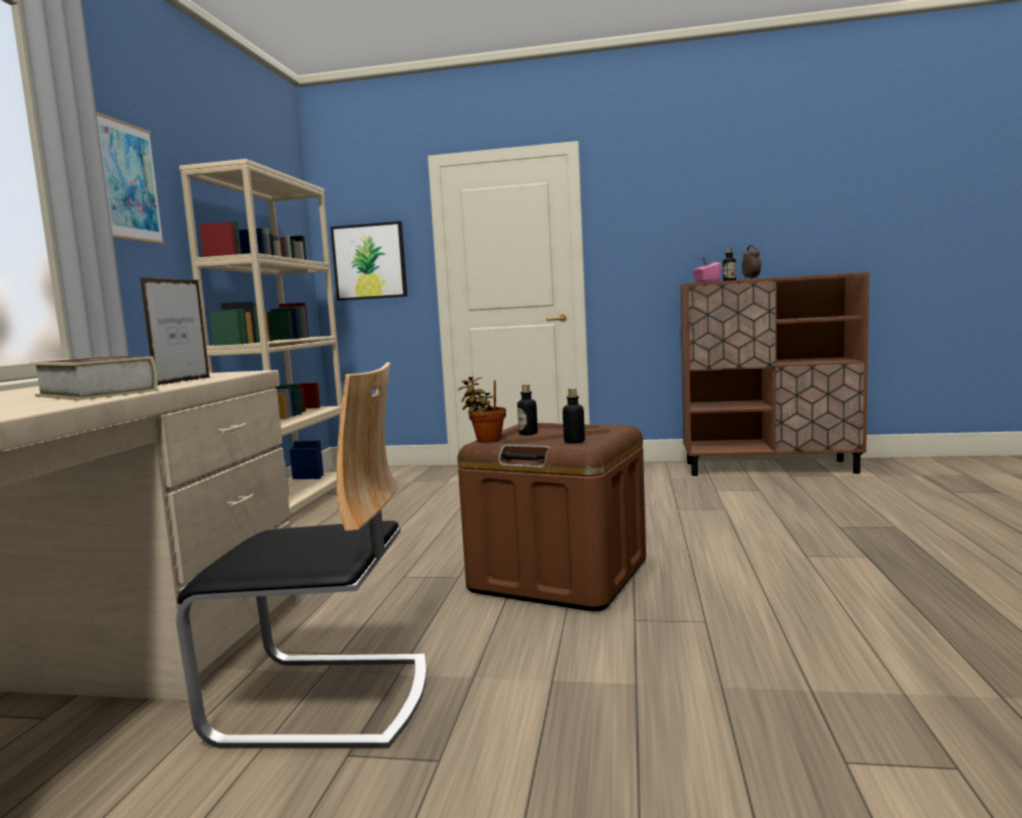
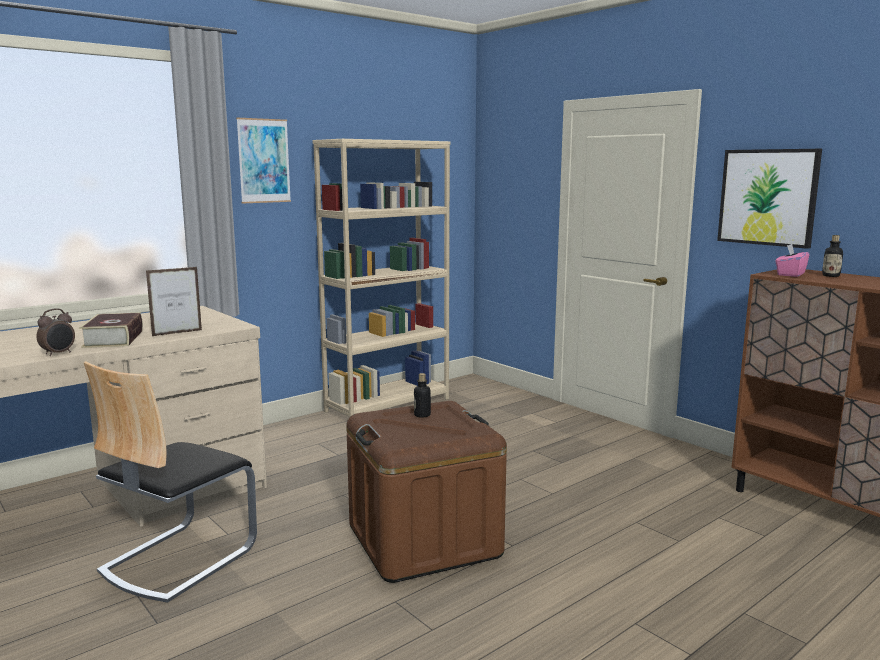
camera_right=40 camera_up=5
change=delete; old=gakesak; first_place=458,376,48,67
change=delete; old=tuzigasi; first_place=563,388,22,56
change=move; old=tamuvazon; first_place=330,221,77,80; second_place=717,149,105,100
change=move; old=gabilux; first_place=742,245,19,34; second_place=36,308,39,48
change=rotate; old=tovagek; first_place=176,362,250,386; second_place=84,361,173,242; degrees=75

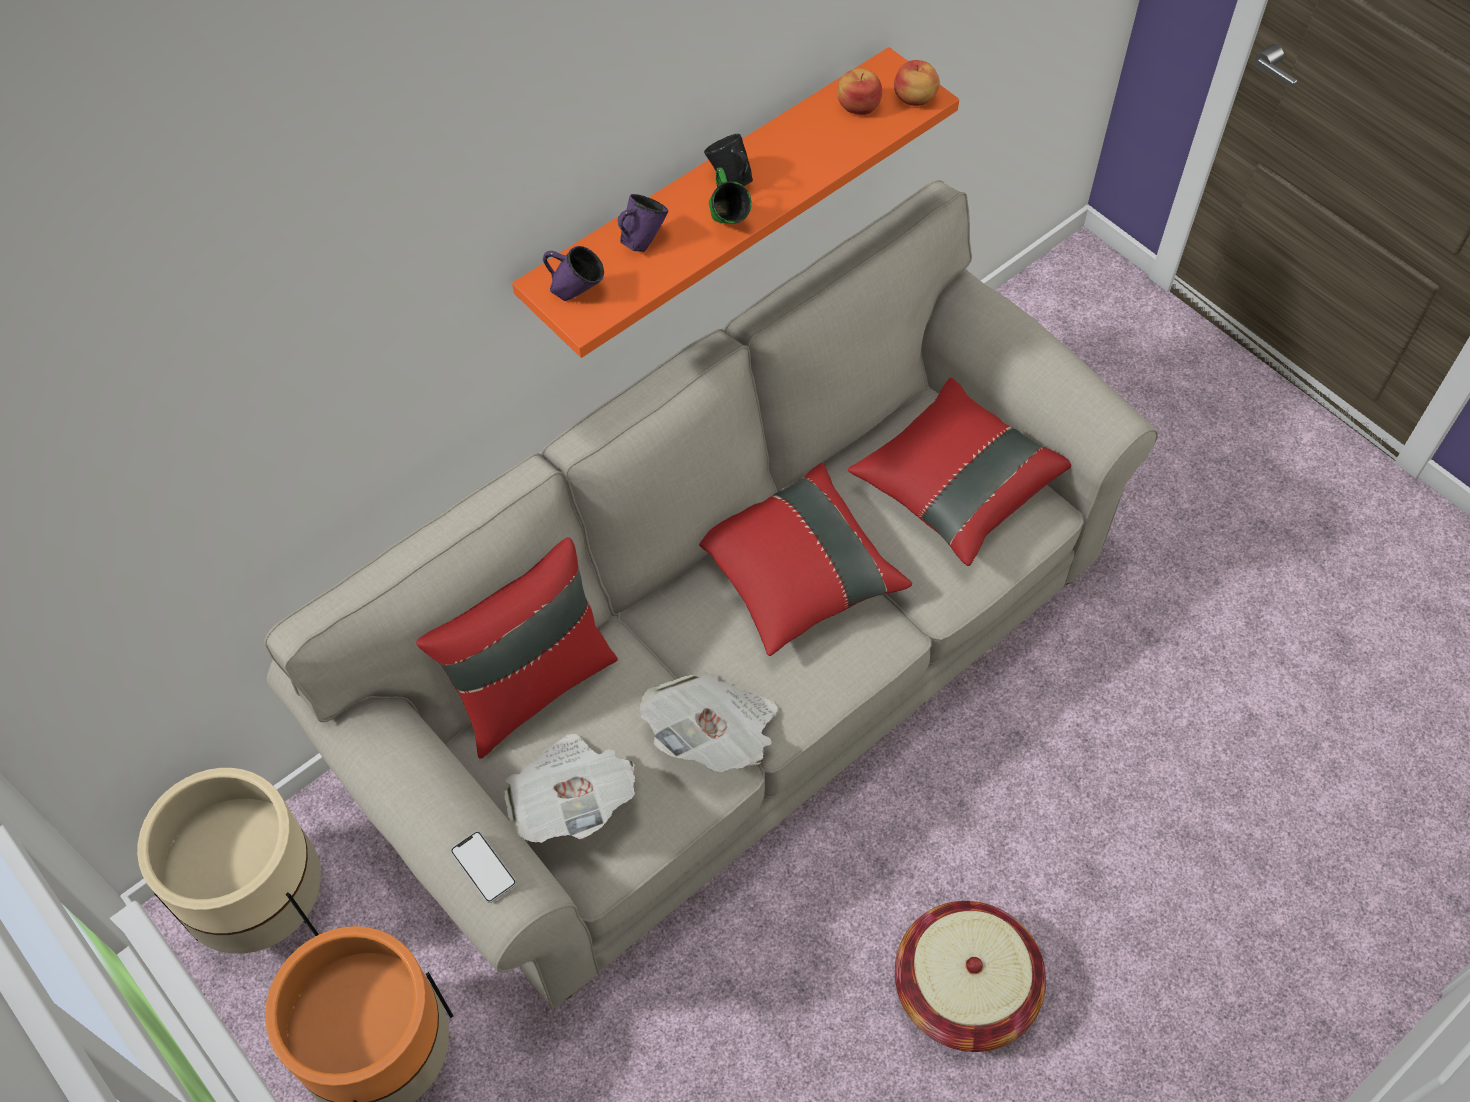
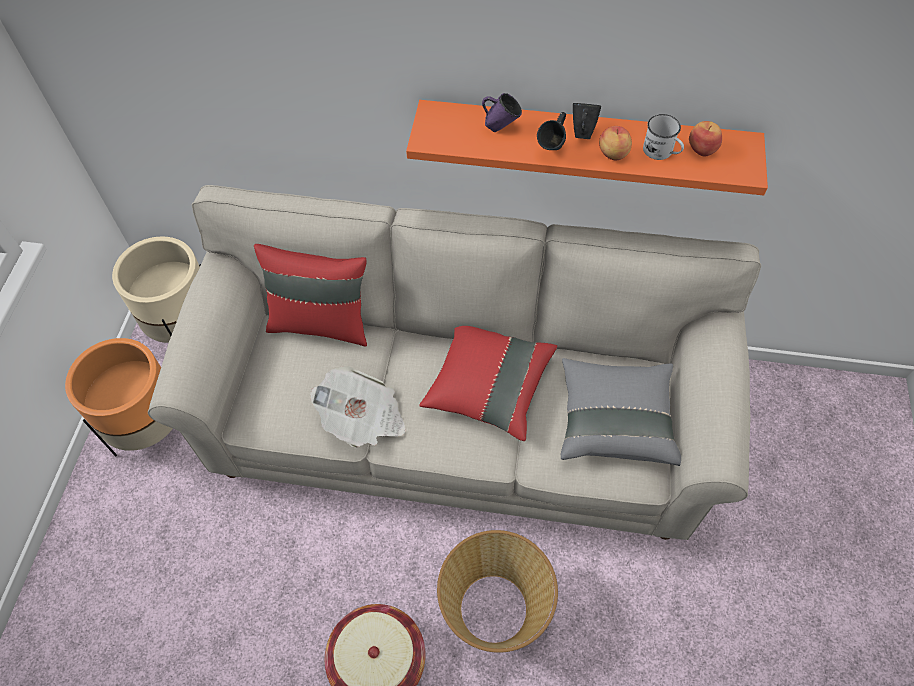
camera_right=50 camera_up=0
change=delete; old=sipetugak; first_place=451,831,65,72
change=delete; old=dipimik; first_place=505,734,130,109
change=delete; old=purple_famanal; first_place=543,246,61,55
change=insert; new=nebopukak; second_place=437,530,121,123
change=insert; new=white_famanal; second_place=643,114,41,46
change=move; old=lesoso; first_place=894,60,46,46; second_place=599,126,33,34
change=recolor; old=green_famanal; new=black_famanal; first_place=709,167,43,57; second_place=537,112,29,38
change=recolor; old=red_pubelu; new=grey_pubelu; first_place=848,378,223,188; second_place=561,358,120,108

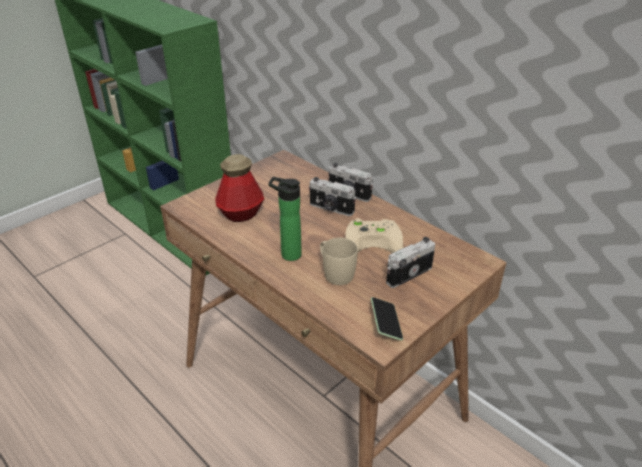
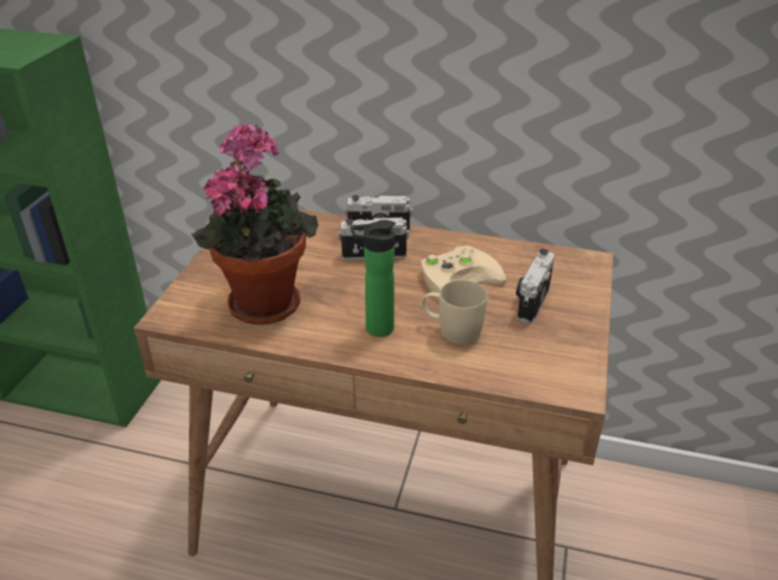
camera_right=-30 camera_up=0
change=delete; old=sipetugak; first_place=371,297,32,43
change=replace; old=tuzigasi; new=gakesak; first_place=215,154,49,68; second_place=192,123,126,202

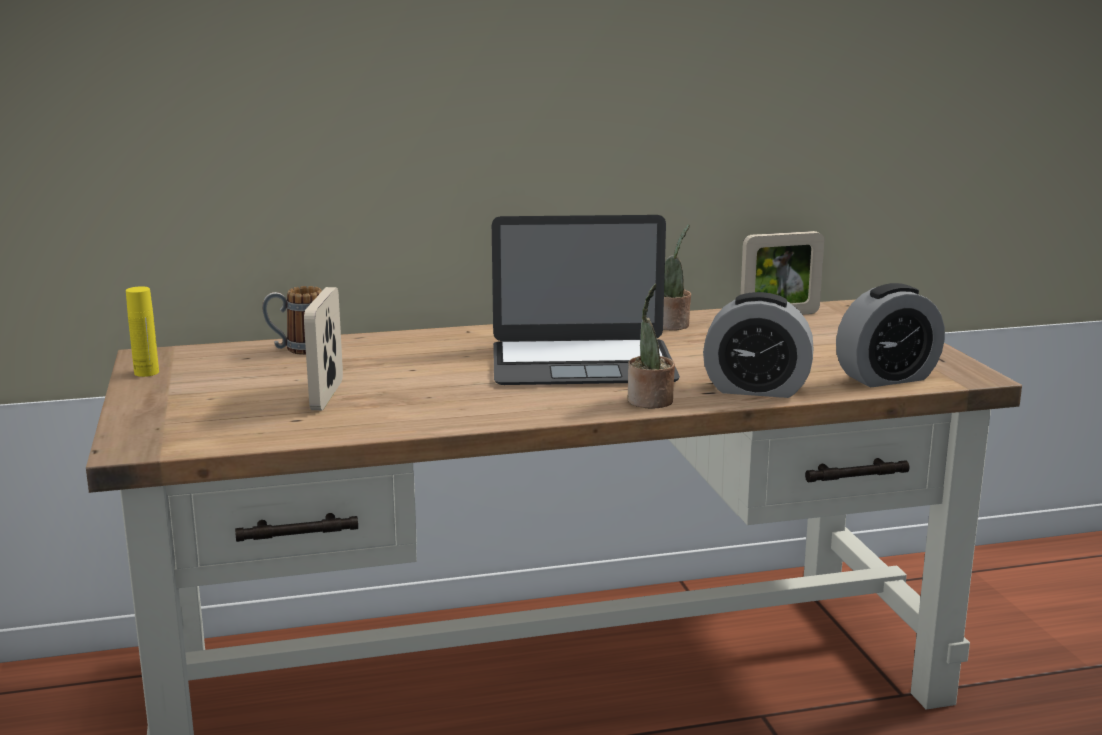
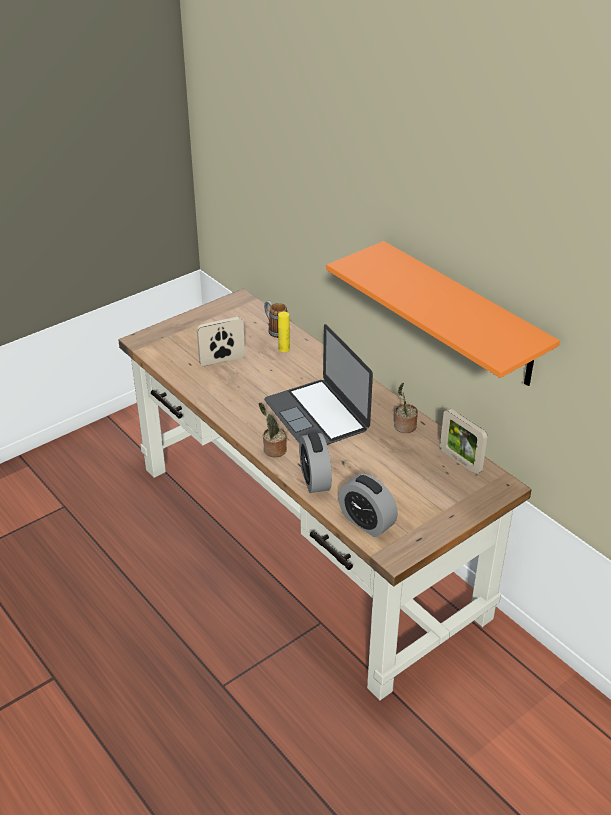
camera_right=65 camera_up=20
change=insert; new=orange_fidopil; second_place=326,241,234,145
change=move; old=yellow_tuzigasi; first_place=126,286,33,91; second_place=278,312,12,40

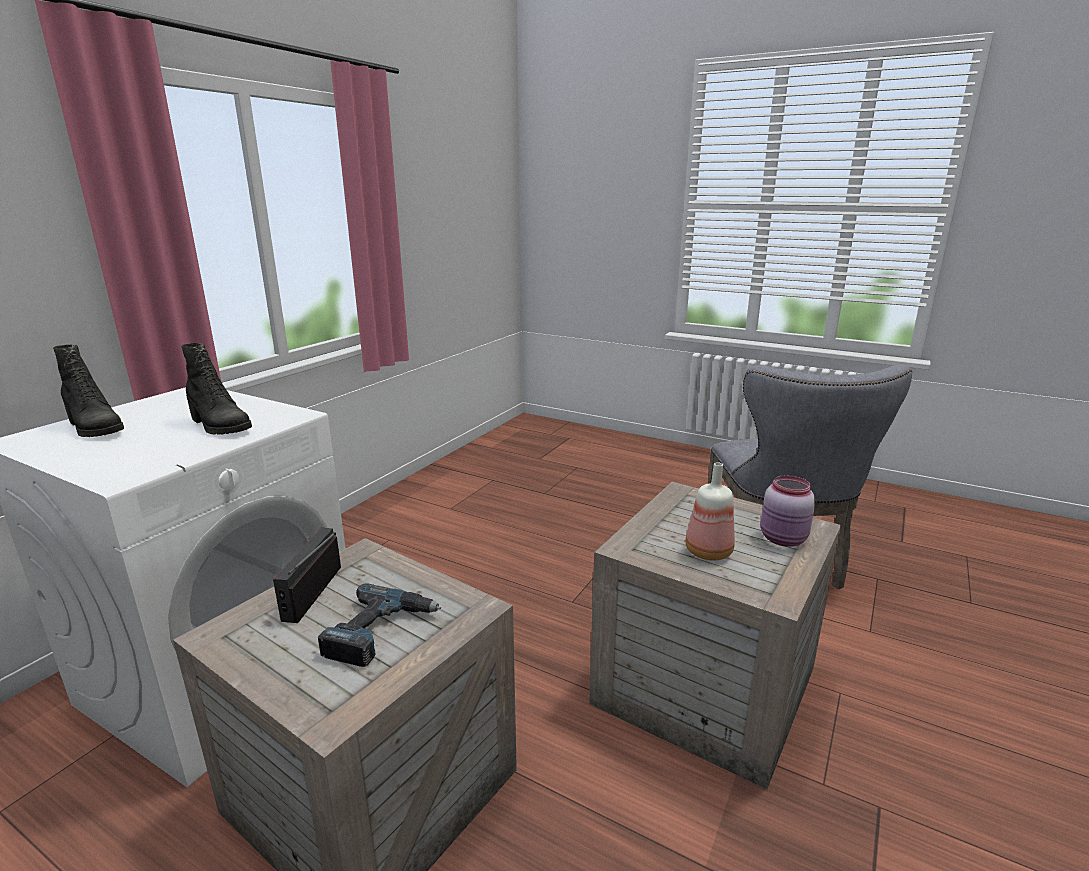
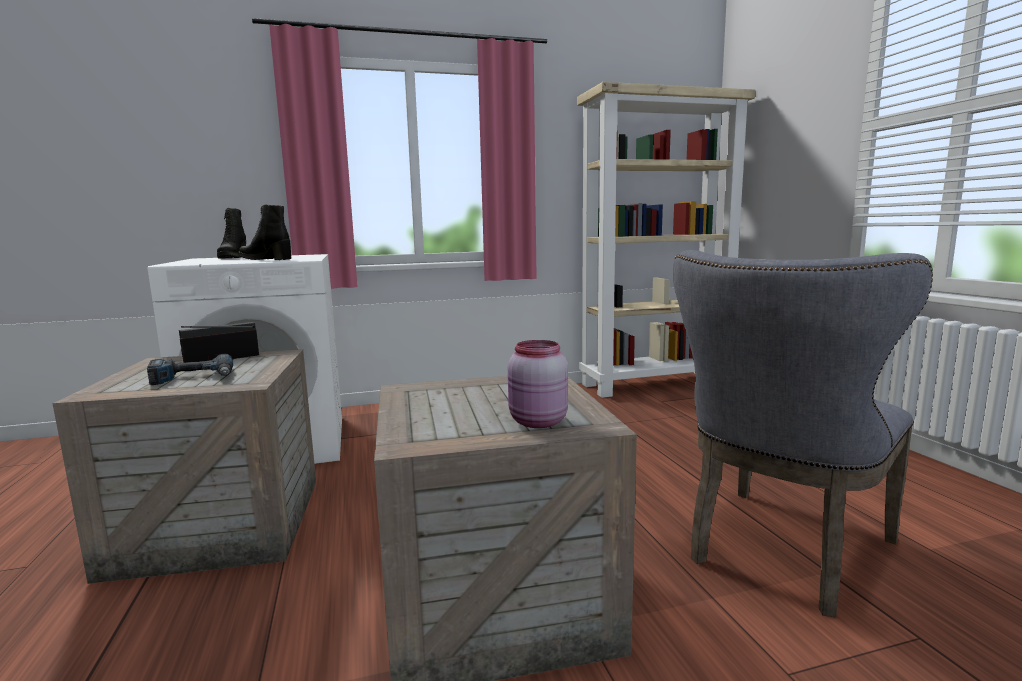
camera_right=45 camera_up=-10
change=delete; old=tuzigasi; first_place=685,462,50,98
change=insert; new=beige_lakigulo; second_place=577,82,178,316
change=rotate; old=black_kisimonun; first_place=181,343,71,92; second_place=239,204,52,56; degrees=120

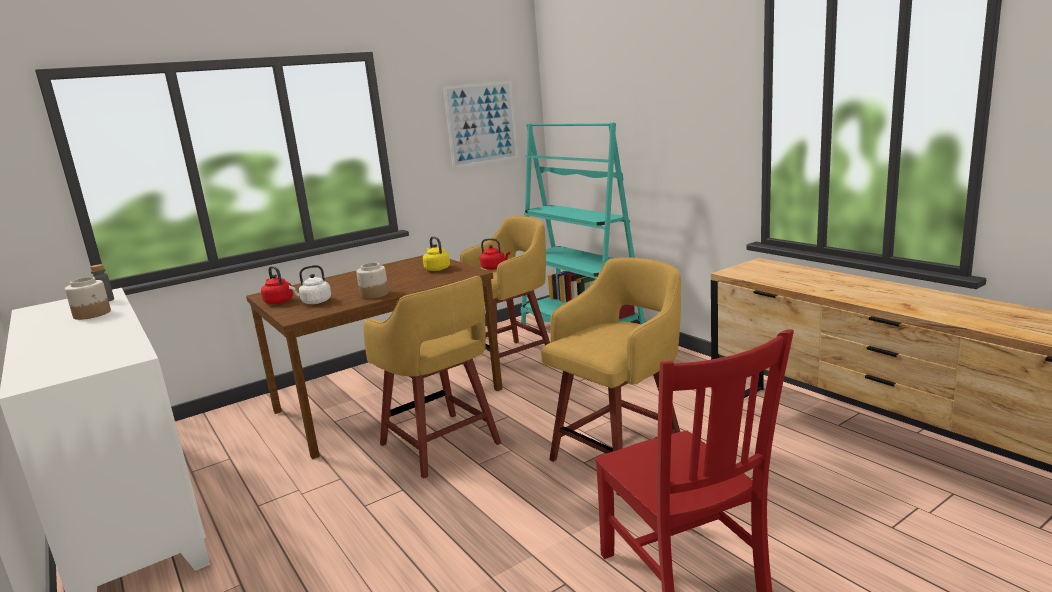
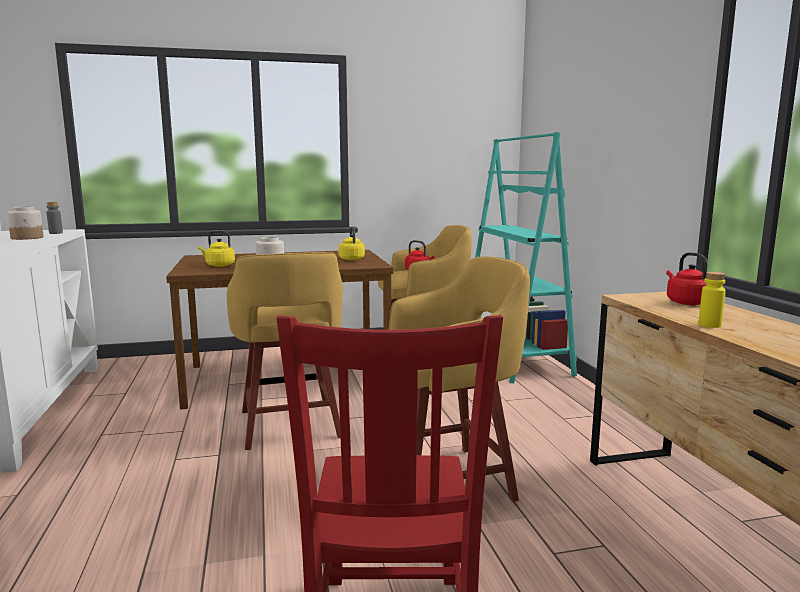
camera_right=20 camera_up=-5
change=delete; old=tamuvazon; first_place=443,81,75,87
change=insert; new=yellow_tuzigasi; second_place=698,272,28,56
change=move; old=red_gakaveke; first_place=261,266,32,38; second_place=666,252,42,53
change=recolor; old=white_gakaveke; new=yellow_gakaveke; first_place=289,265,42,39; second_place=198,230,37,37

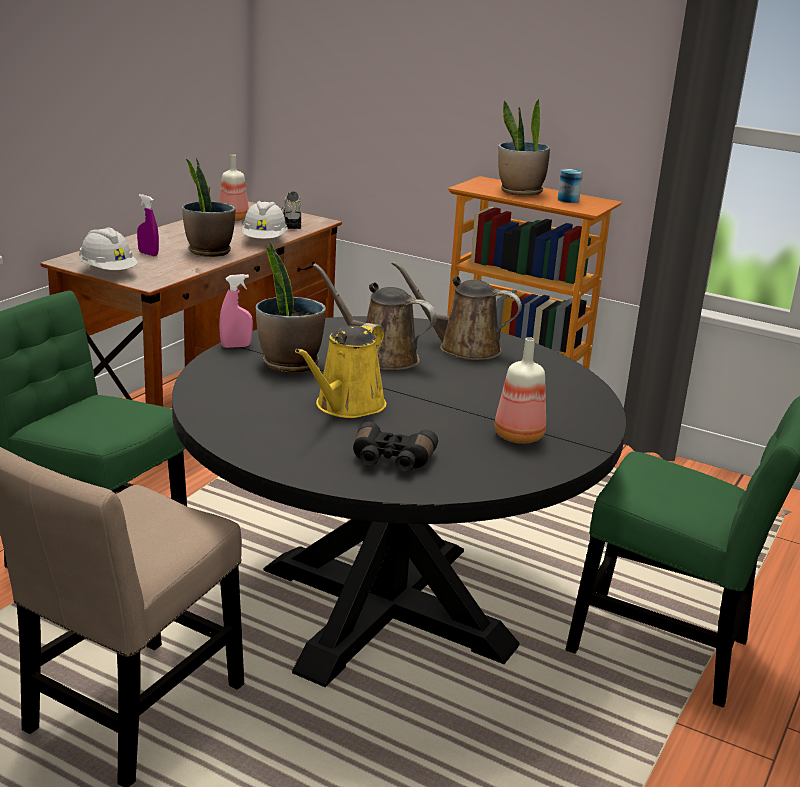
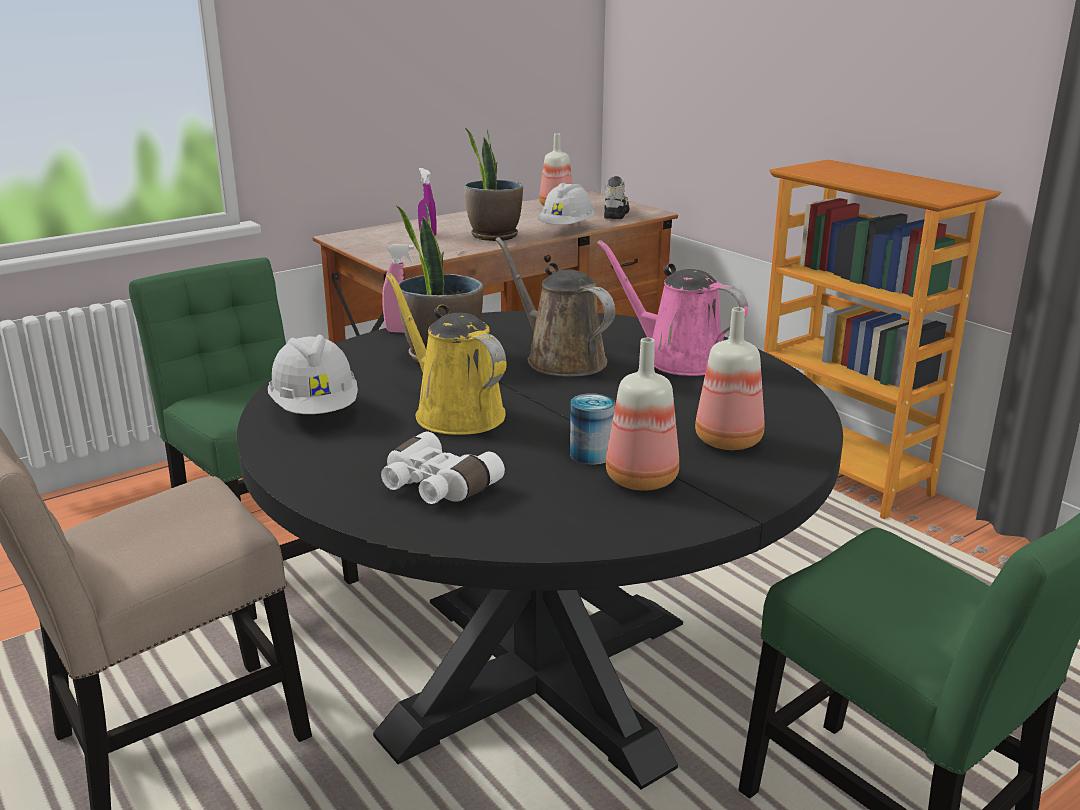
camera_right=25 camera_up=0
change=delete; old=gakesak; first_place=498,99,52,97
change=insert; new=tuzigasi; second_place=695,307,69,143
change=move; old=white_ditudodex; first_place=79,227,59,43; second_place=268,334,90,80
change=move; old=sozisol; first_place=557,169,26,34; second_place=570,393,45,72
change=recolor; old=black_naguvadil; new=white_naguvadil; first_place=353,422,85,50; second_place=381,432,124,72
change=recolor; old=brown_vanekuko; new=pink_vanekuko; first_place=391,261,131,99; second_place=597,240,151,136
change=rotate; old=yellow_vanekuko; first_place=295,323,91,95; second_place=386,273,121,162; degrees=90

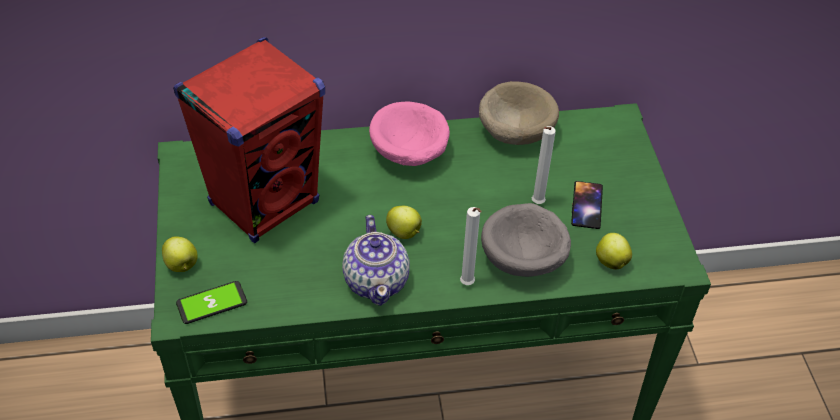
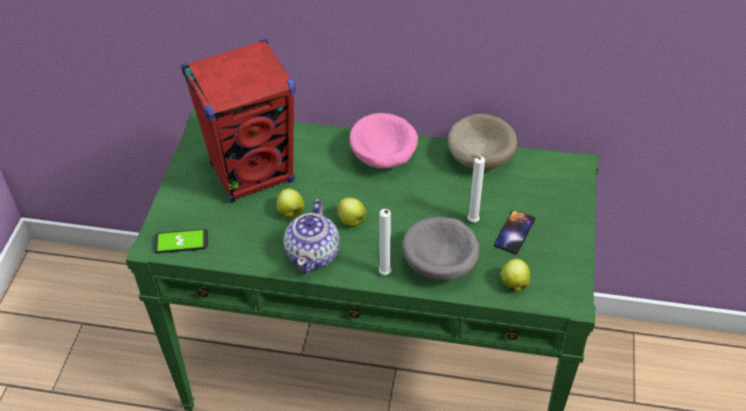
camera_right=20 camera_up=0
change=move; old=lesoso; first_place=162,236,36,36; second_place=277,188,27,30

